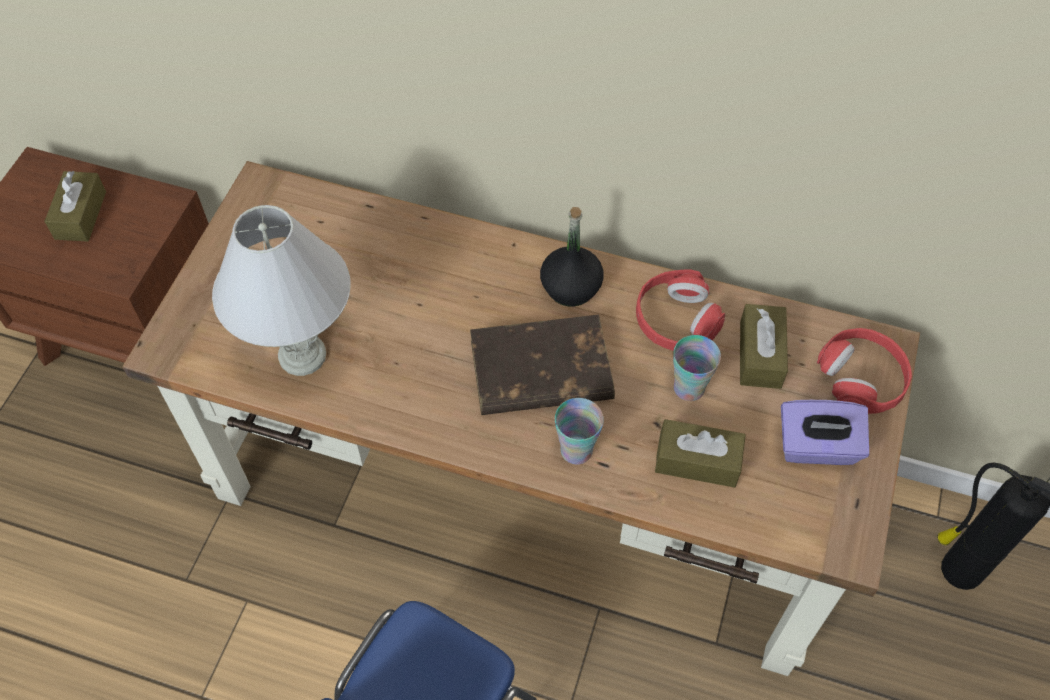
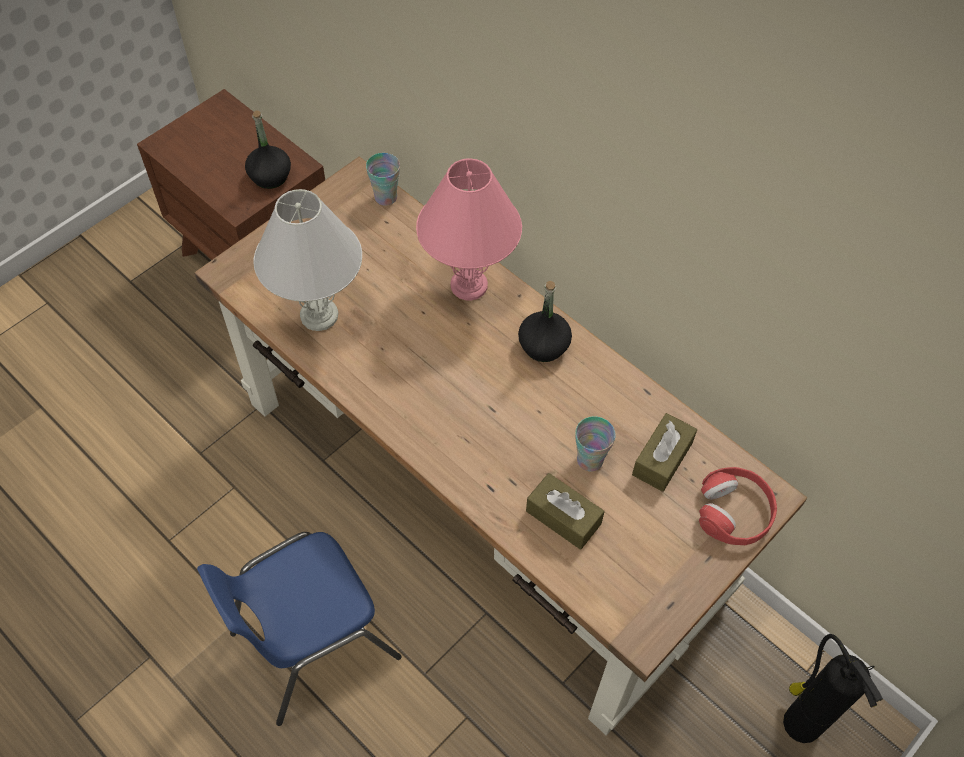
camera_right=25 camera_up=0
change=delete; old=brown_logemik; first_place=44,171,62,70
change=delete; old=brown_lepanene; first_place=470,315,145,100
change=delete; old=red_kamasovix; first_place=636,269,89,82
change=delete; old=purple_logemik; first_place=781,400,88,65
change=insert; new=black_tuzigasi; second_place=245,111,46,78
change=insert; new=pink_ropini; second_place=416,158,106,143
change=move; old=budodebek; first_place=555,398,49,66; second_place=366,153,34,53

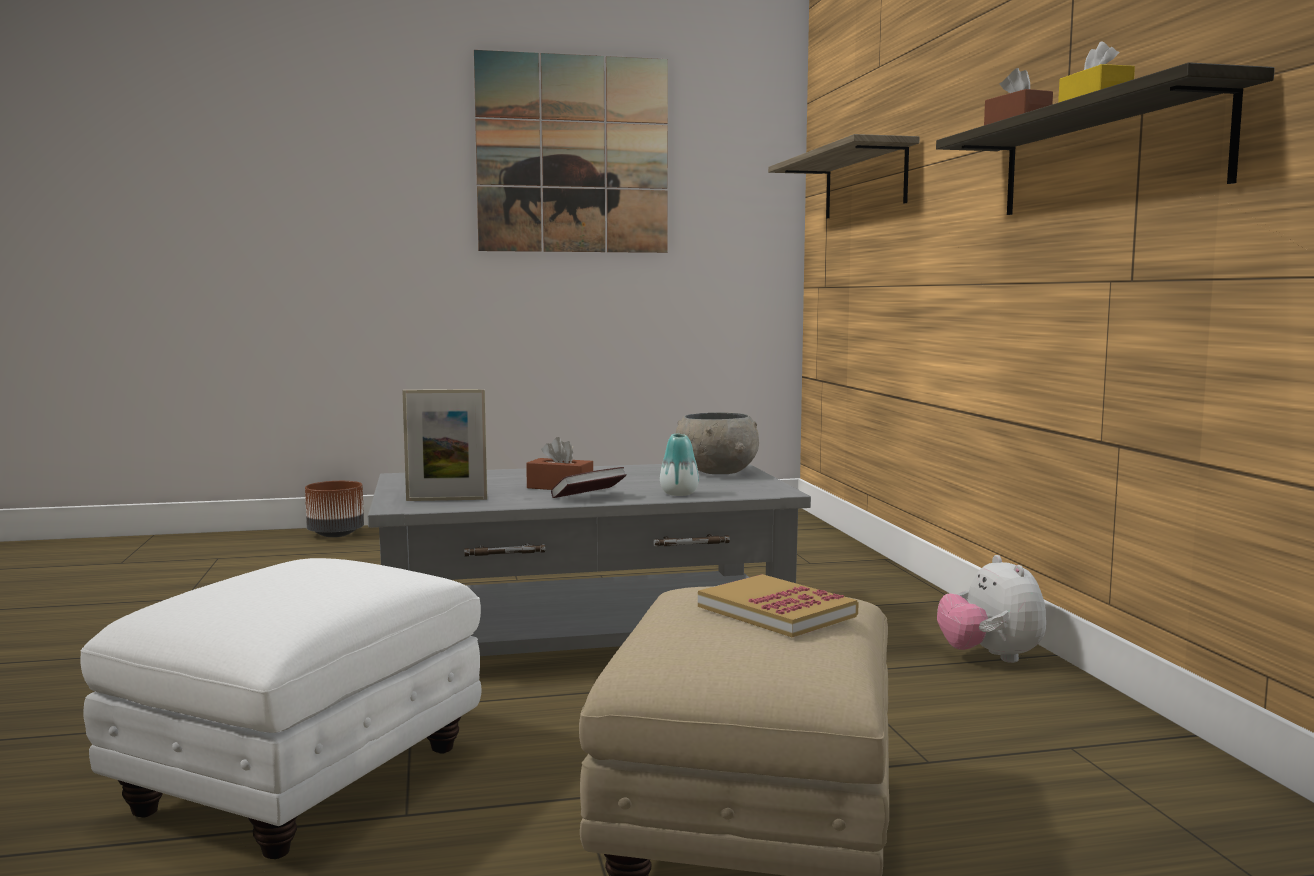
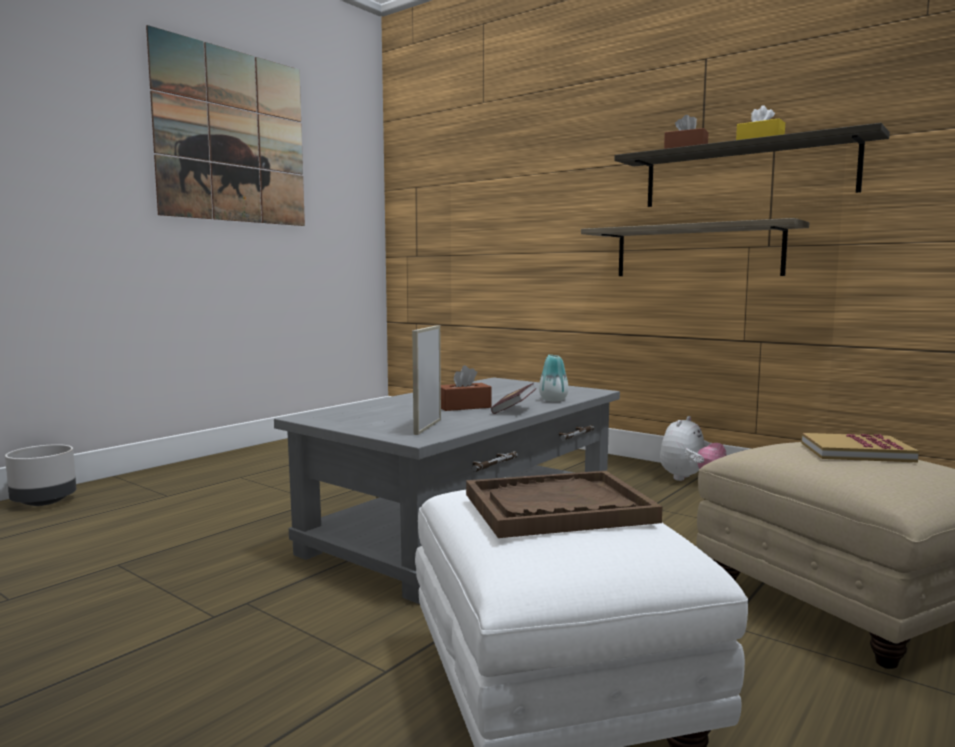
camera_right=-40 camera_up=0
change=delete; old=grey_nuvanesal; first_place=676,412,83,62
change=insert; new=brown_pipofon; second_place=466,471,196,67
change=move; old=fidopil; first_place=768,134,152,85; second_place=581,218,228,58
change=recolor; old=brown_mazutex; new=grey_mazutex; first_place=305,481,59,56; second_place=5,444,71,62
change=rotate; old=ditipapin; first_place=402,389,85,112; second_place=412,326,29,109; degrees=150
change=rotate; old=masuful; first_place=937,555,109,108; second_place=660,416,67,65; degrees=-90

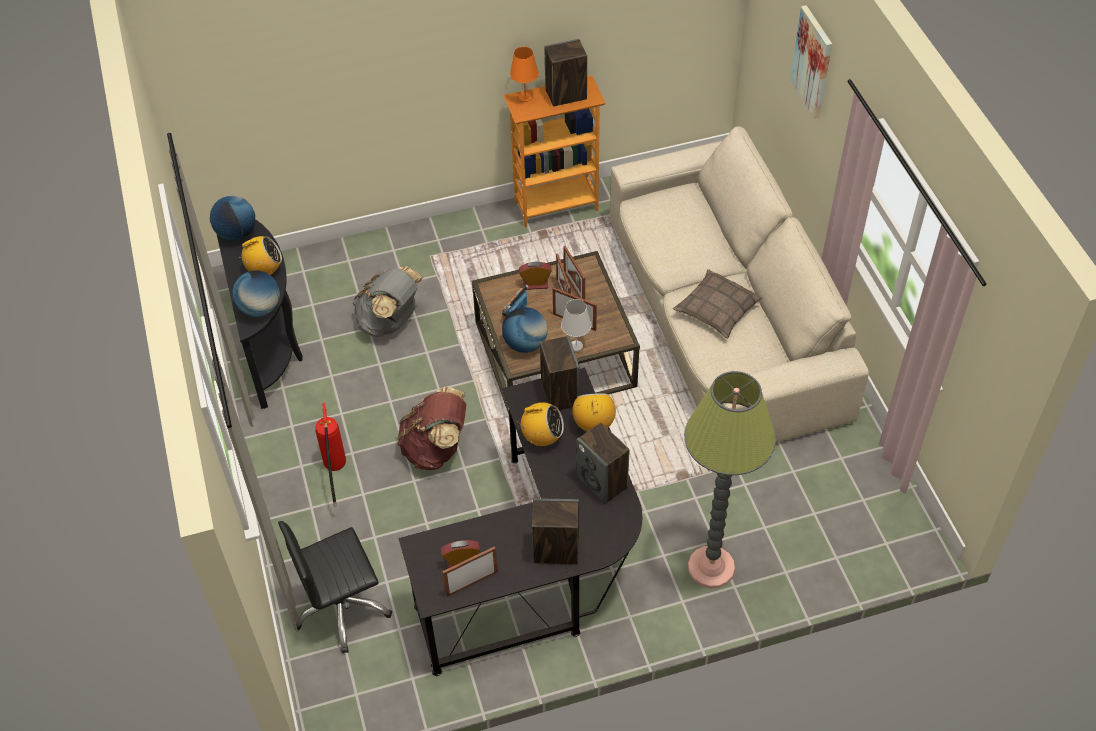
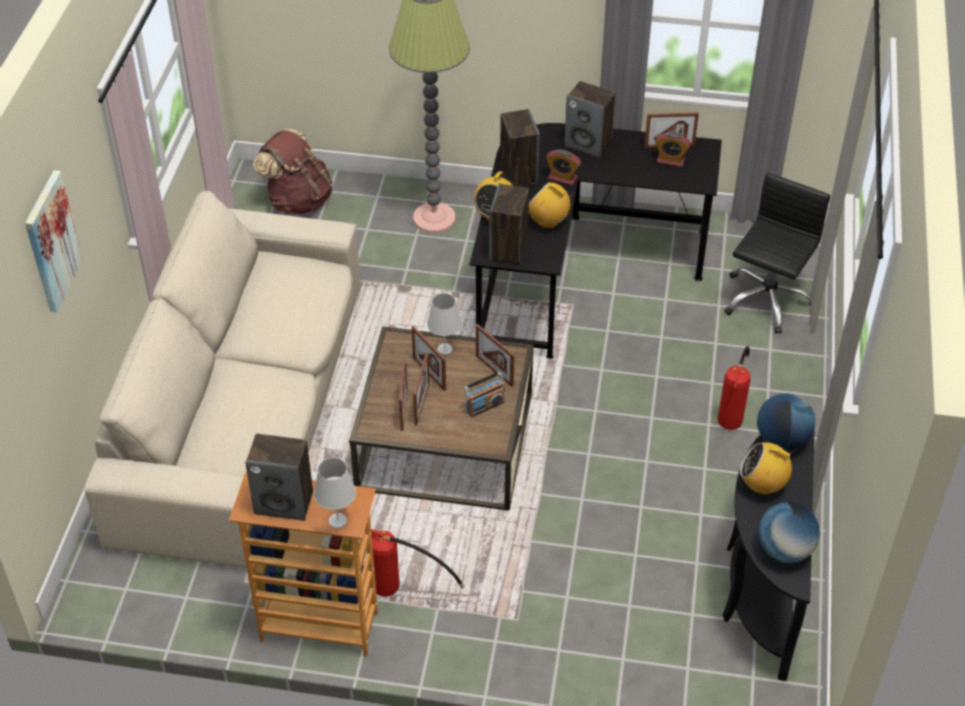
camera_right=-155 camera_up=-5
change=delete; old=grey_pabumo; first_place=352,266,71,71
change=delete; old=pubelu; first_place=673,269,90,70
change=insert; new=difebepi; second_place=371,529,94,68
change=move; old=brown_pabumo; first_place=397,387,69,83; second_place=253,129,80,85
change=move; old=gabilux; first_place=519,262,33,28; second_place=546,150,35,36
change=replace; old=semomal; new=ditipapin; first_place=502,307,46,46; second_place=476,324,39,63
change=recolor; old=orange_ropini; new=white_ropini; first_place=510,47,29,55; second_place=314,458,42,71
change=rotate; old=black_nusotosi; first_place=278,521,114,132; second_place=724,172,106,162; degrees=-60

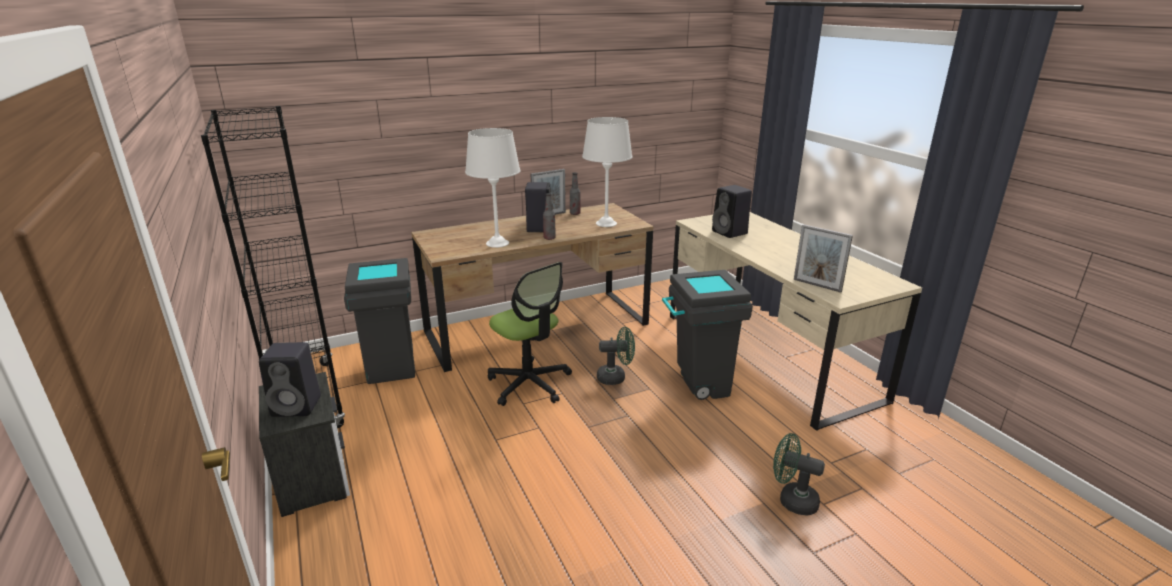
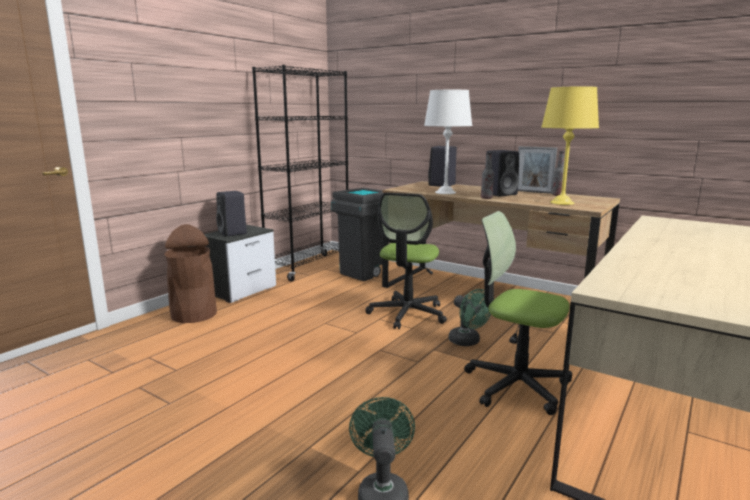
camera_right=60 camera_up=-10
change=delete; old=ditipapin; first_place=794,224,59,68
change=insert; new=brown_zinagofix; second_place=164,224,53,99
change=move; old=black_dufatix; first_place=712,185,40,53; second_place=428,146,29,41
change=replace; old=grey_zinagofix; new=nusotosi; first_place=662,270,91,130; second_place=464,211,108,204
change=recolor; old=white_ropini; new=yellow_ropini; first_place=582,117,50,110; second_place=541,86,58,119

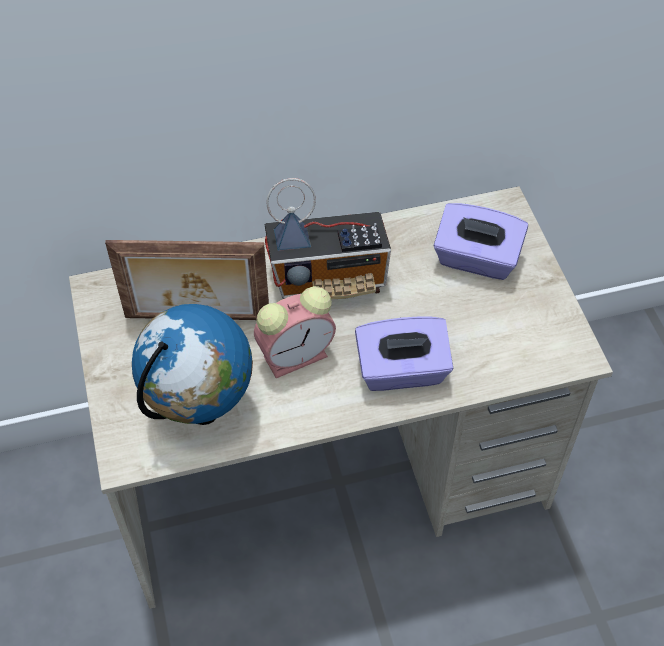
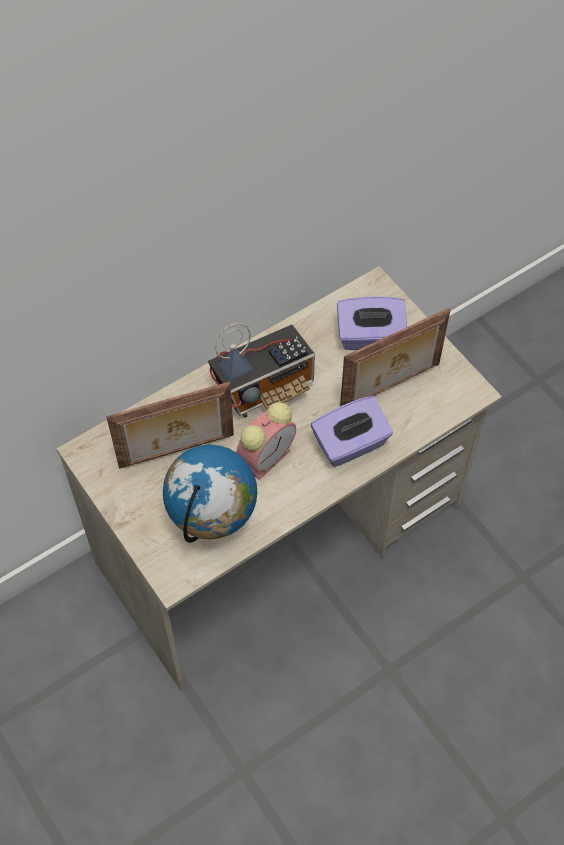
camera_right=-20 camera_up=5
change=insert; new=ditipapin; second_place=340,308,111,98

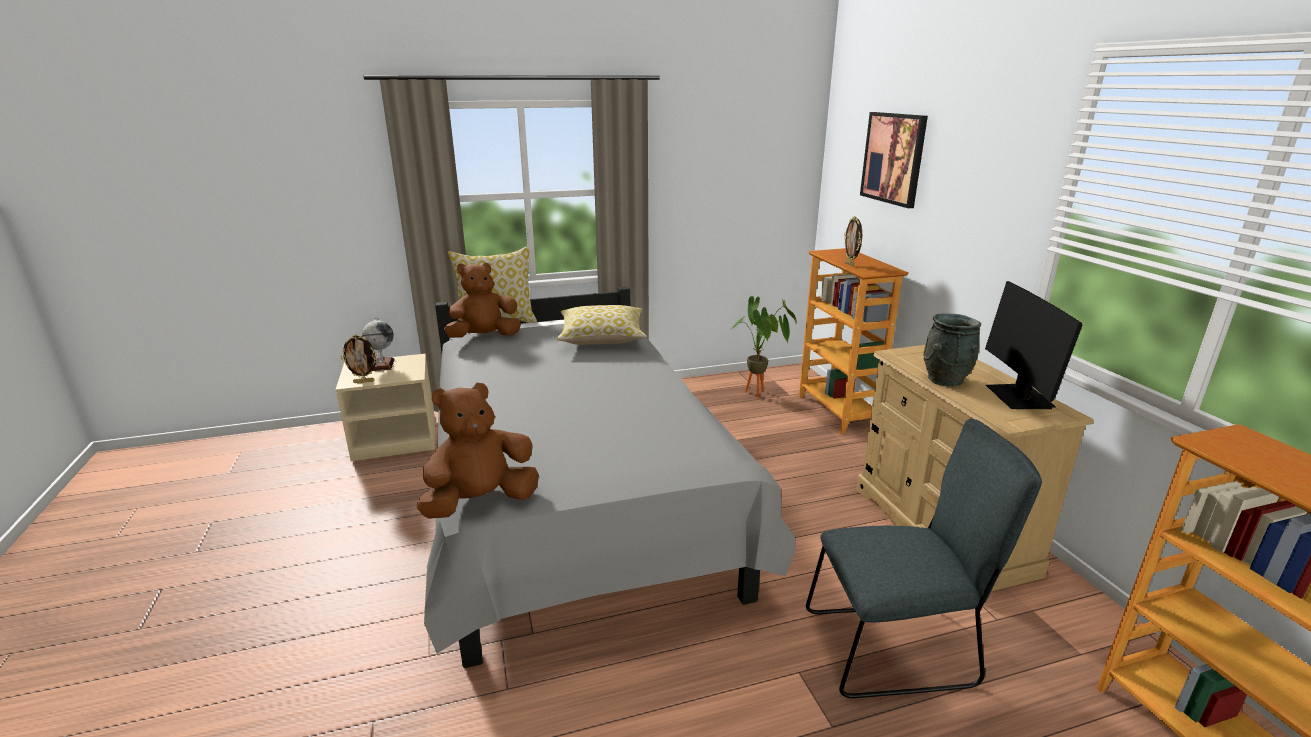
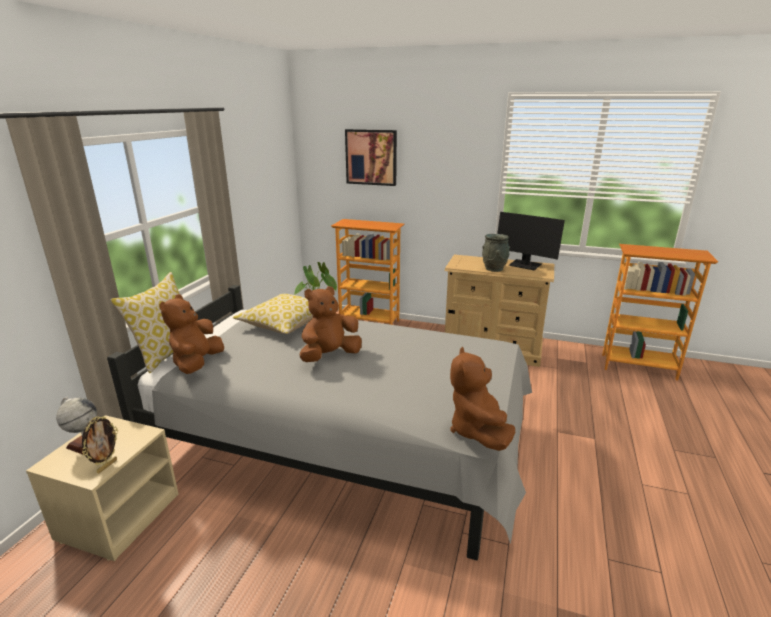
camera_right=-55 camera_up=0
change=delete; old=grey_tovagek; first_place=806,419,236,279
change=delete; old=ditipapin; first_place=844,216,18,51
change=insert; new=brown_masuful; second_place=299,286,63,76

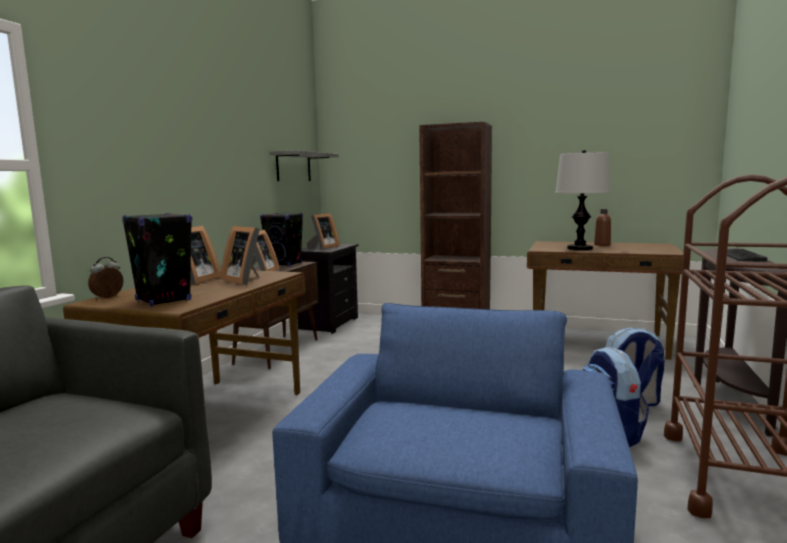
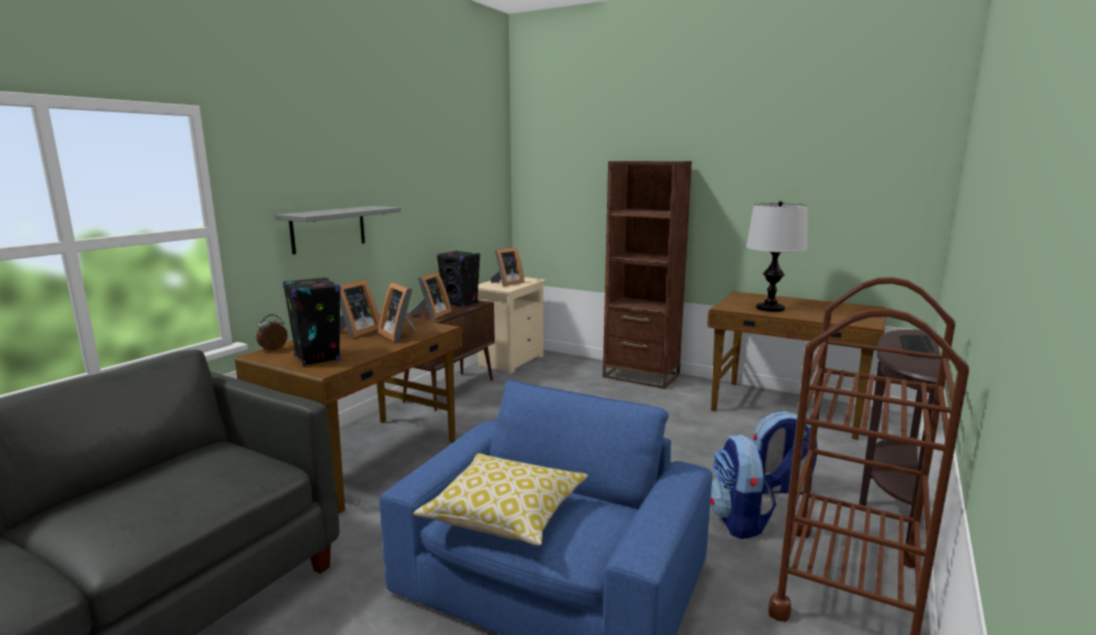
camera_right=10 camera_up=5
change=delete; old=brown_tuzigasi; first_place=594,209,17,37
change=insert; new=pubelu; second_place=413,453,175,93
change=move; old=grey_fidopil; first_place=270,150,69,31; second_place=275,206,126,49
change=recolor; old=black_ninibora; new=beige_ninibora; first_place=297,244,61,90; second_place=478,277,68,97

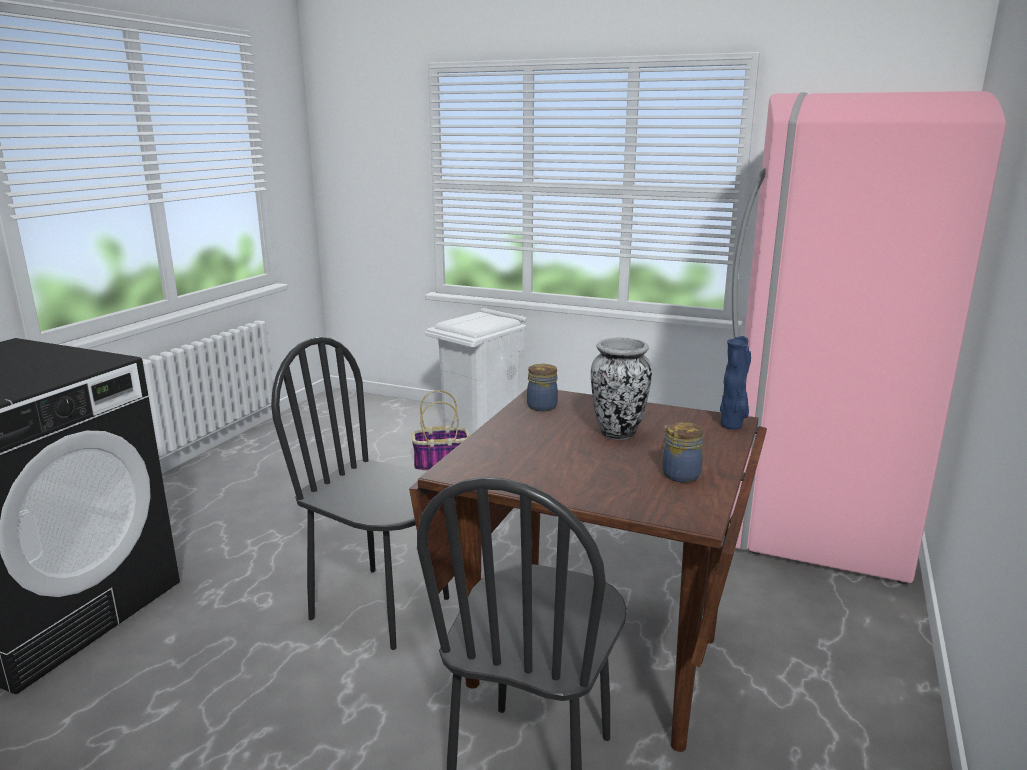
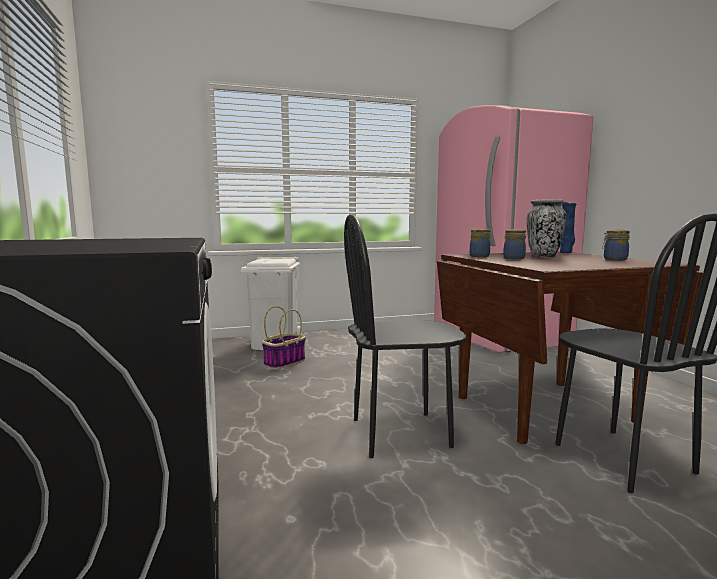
camera_right=-40 camera_up=-10
change=insert; new=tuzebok; second_place=503,229,23,30

